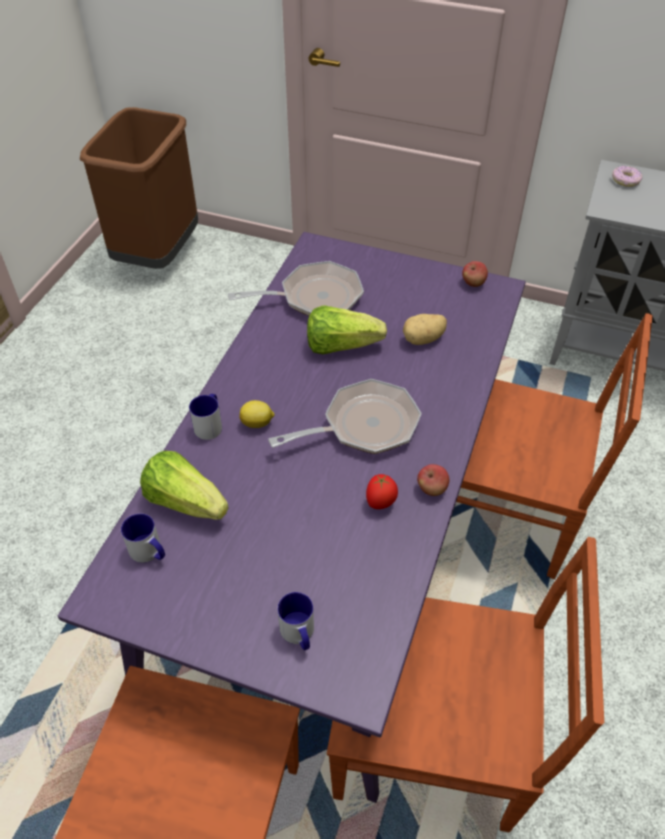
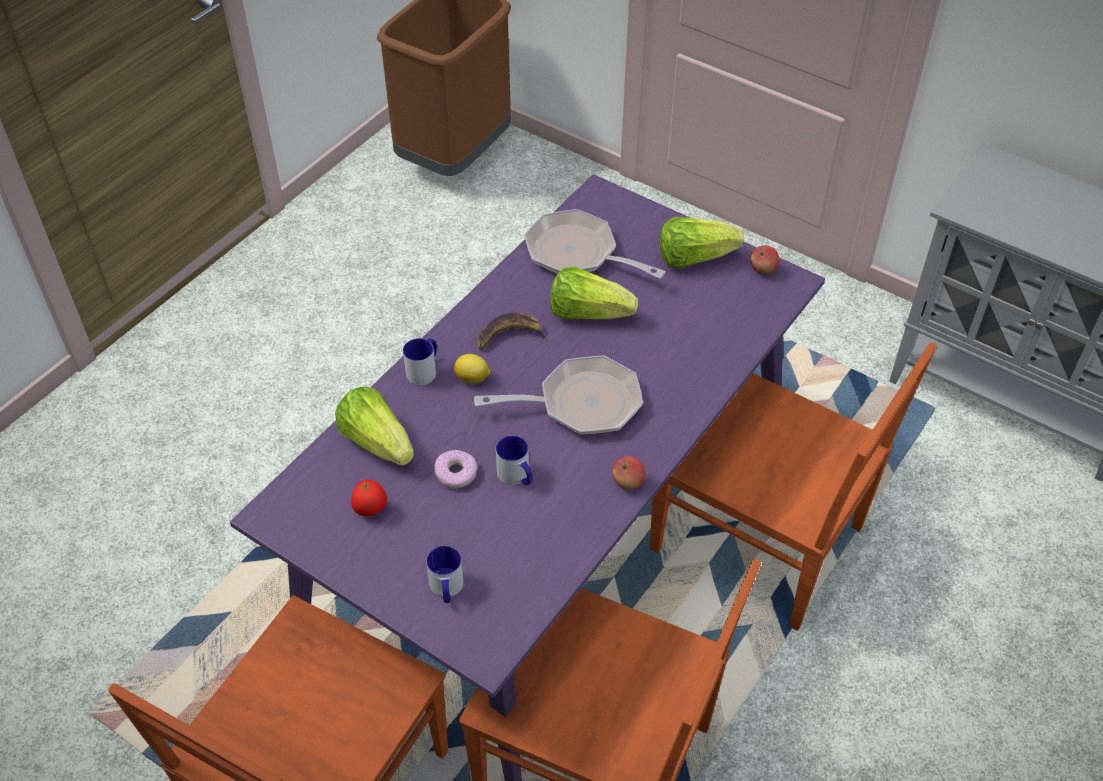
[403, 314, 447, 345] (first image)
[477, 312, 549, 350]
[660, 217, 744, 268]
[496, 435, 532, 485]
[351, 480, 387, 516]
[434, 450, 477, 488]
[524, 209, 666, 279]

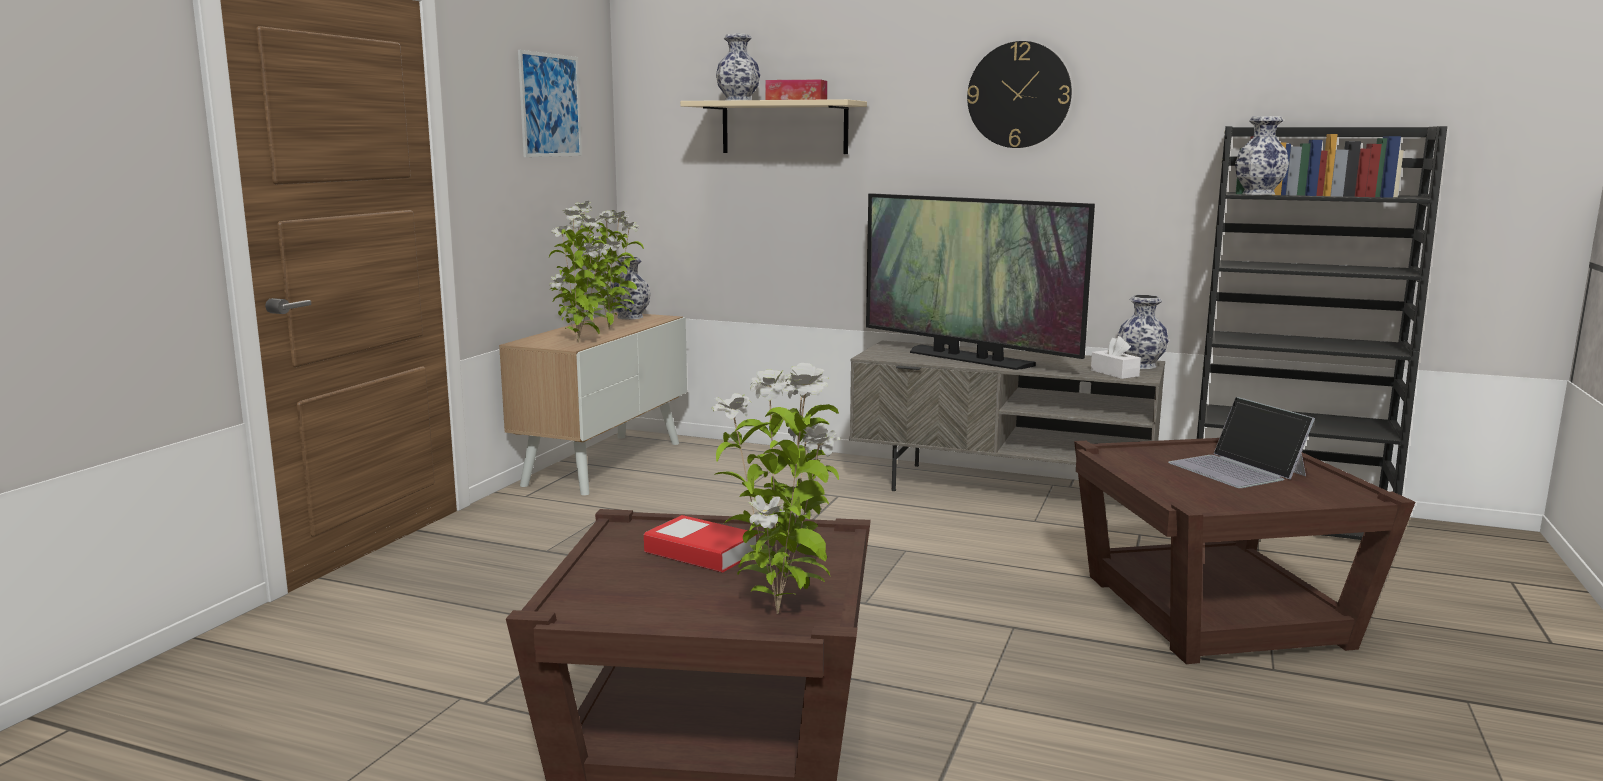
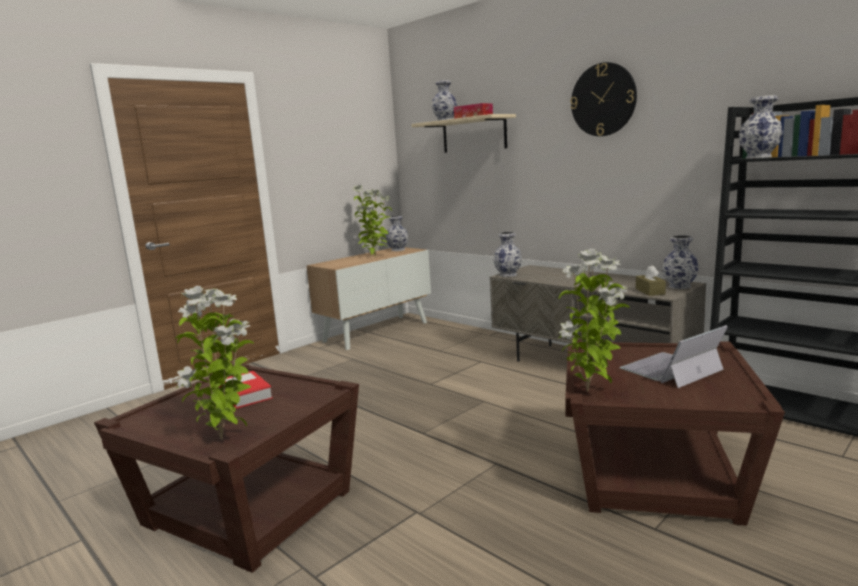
[518, 50, 582, 157] (first image)
[866, 193, 1095, 370] (first image)
[494, 232, 522, 277]
[558, 249, 630, 392]
[636, 265, 666, 296]
[620, 325, 728, 388]

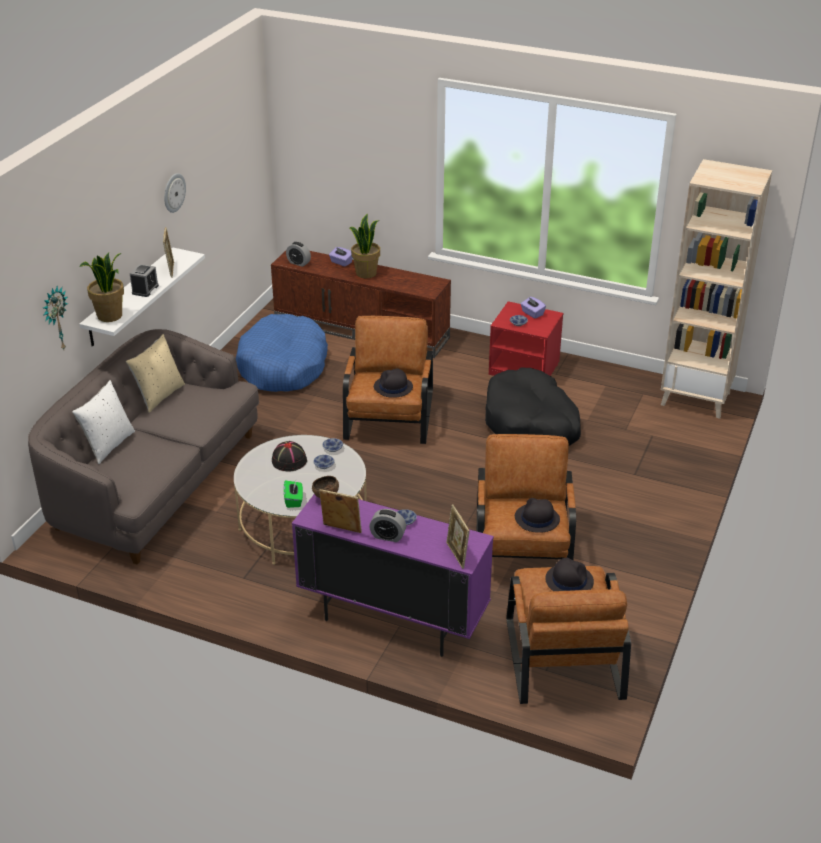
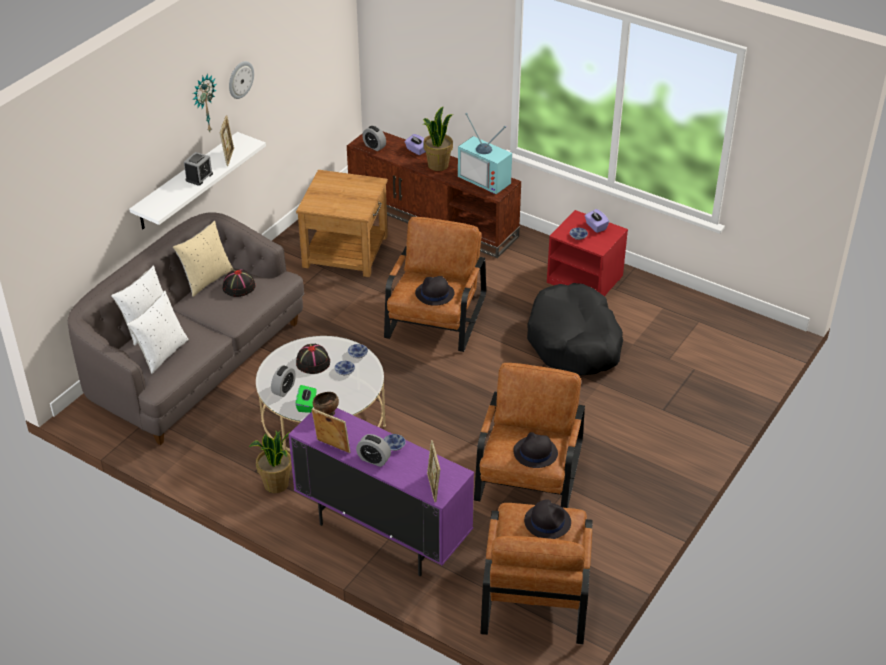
[661, 159, 772, 419] (first image)
[127, 291, 189, 374]
[223, 269, 256, 297]
[271, 365, 296, 397]
[458, 113, 512, 194]
[193, 74, 217, 132]
[249, 431, 292, 493]
[296, 170, 388, 277]

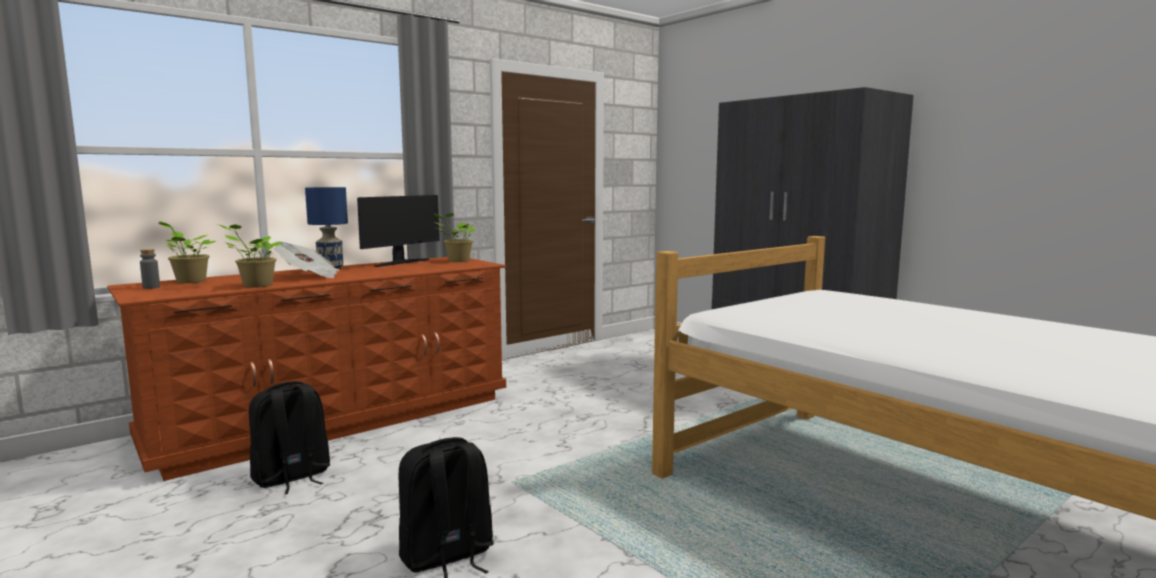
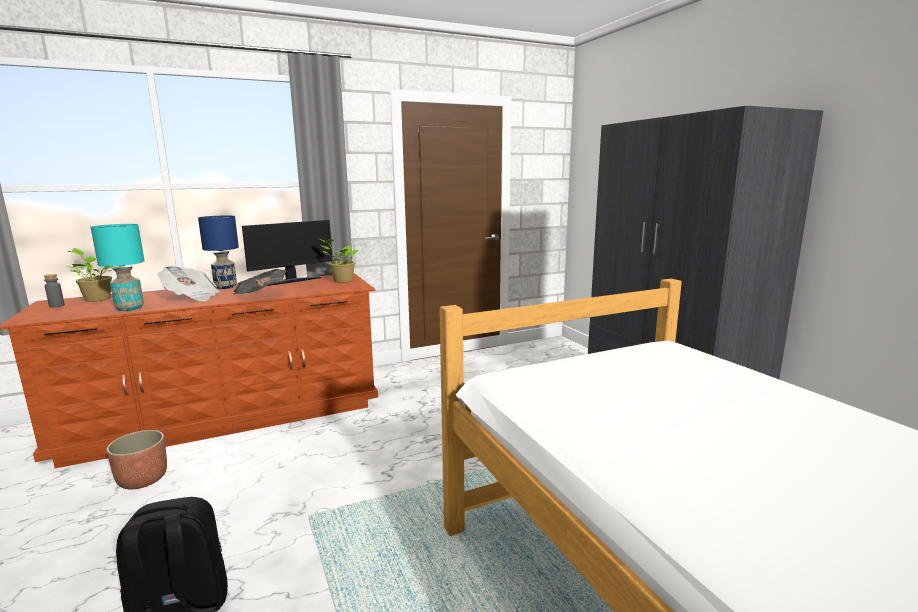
[233, 269, 286, 294]
[91, 224, 145, 311]
[106, 430, 167, 489]

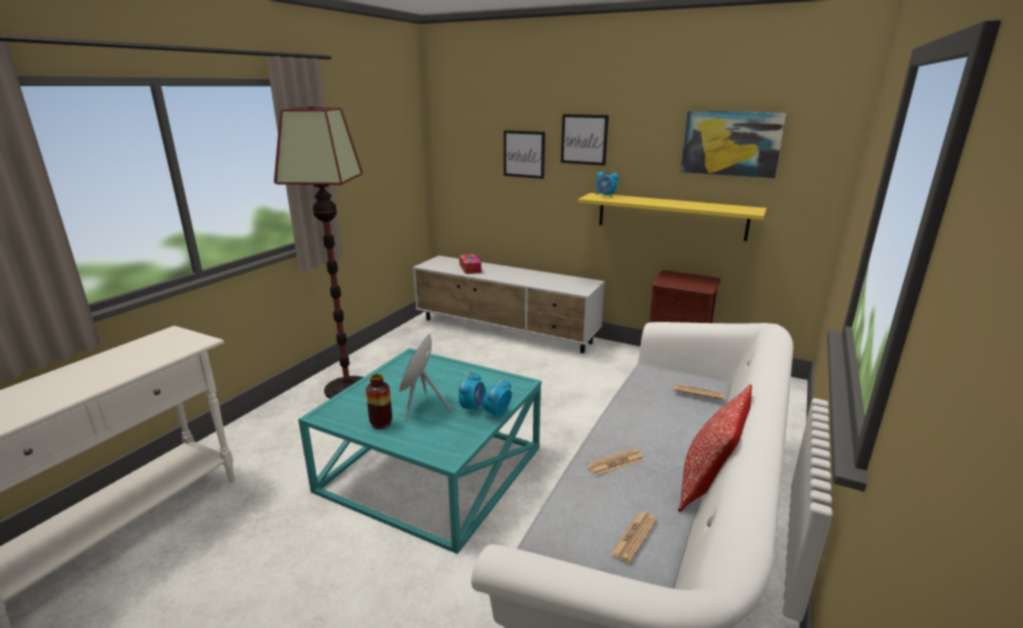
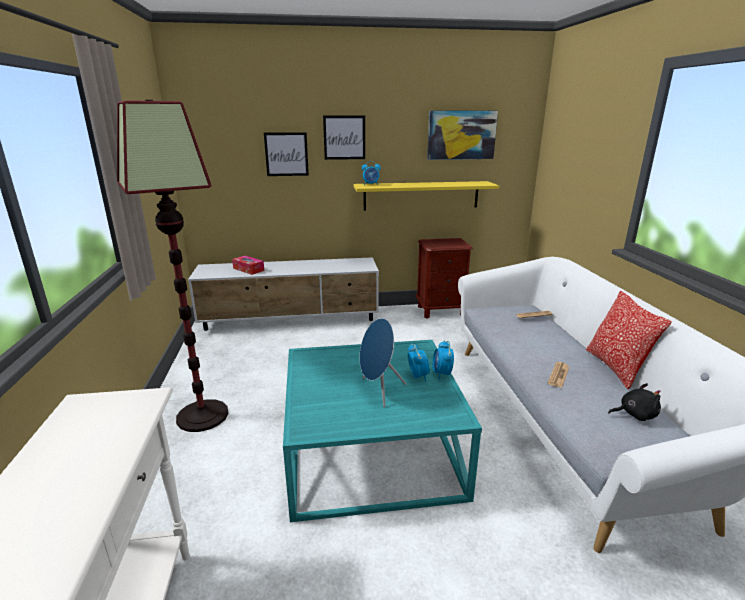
[366, 374, 392, 429] (first image)
[608, 383, 661, 421]

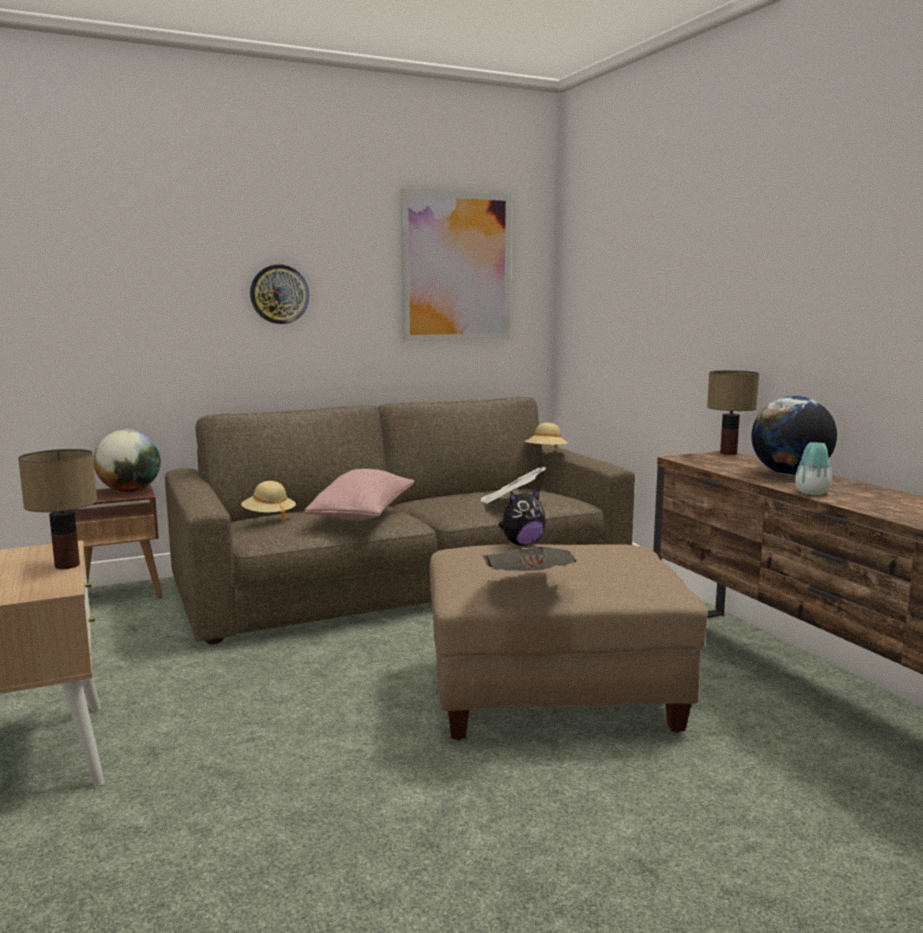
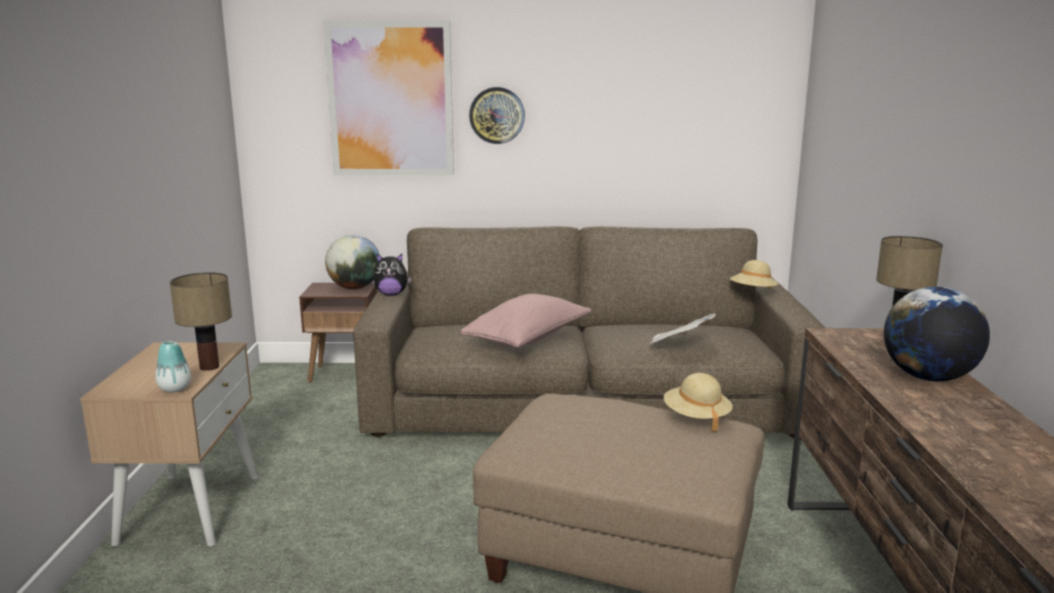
[482, 547, 577, 571] (first image)
[663, 373, 733, 432]
[323, 20, 454, 176]
[374, 254, 412, 295]
[156, 341, 191, 393]

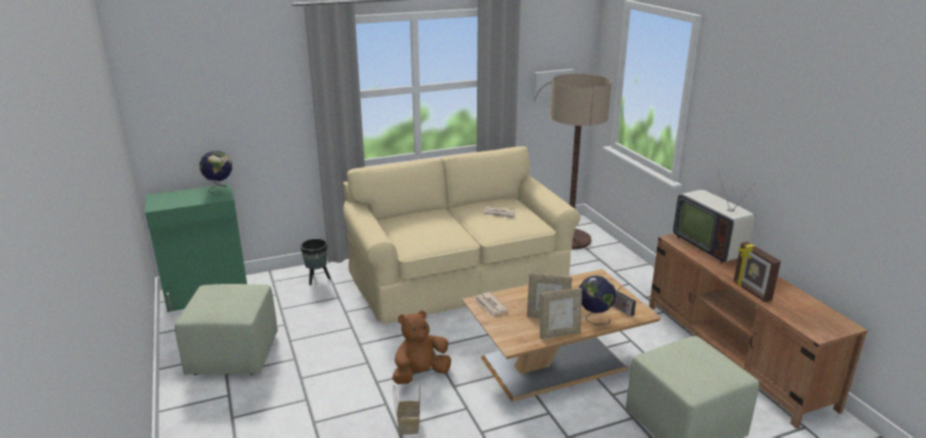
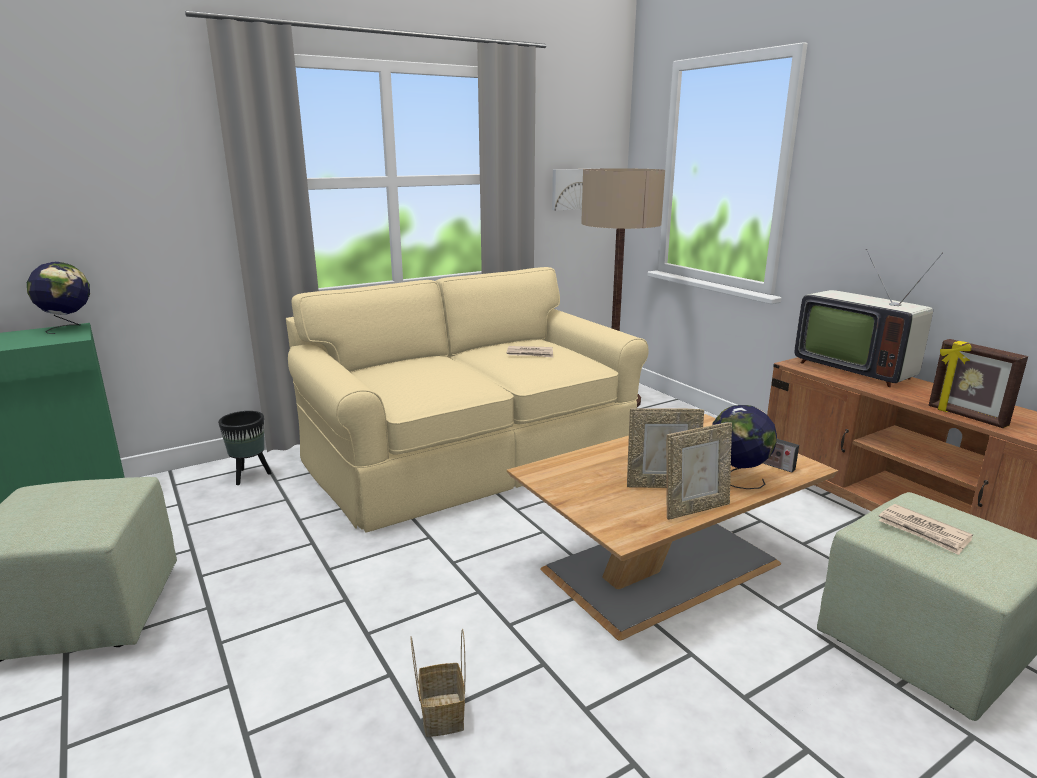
[392, 310, 451, 384] (first image)
[879, 504, 973, 555]

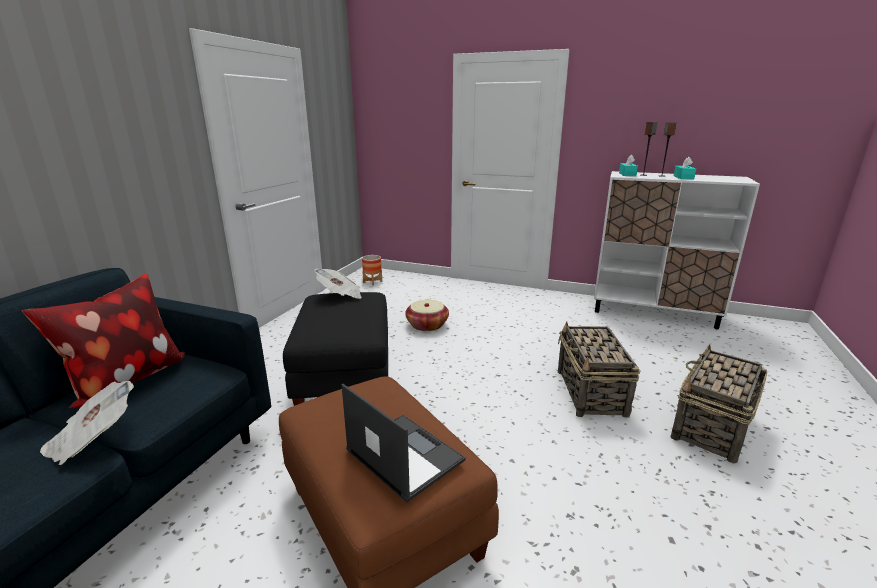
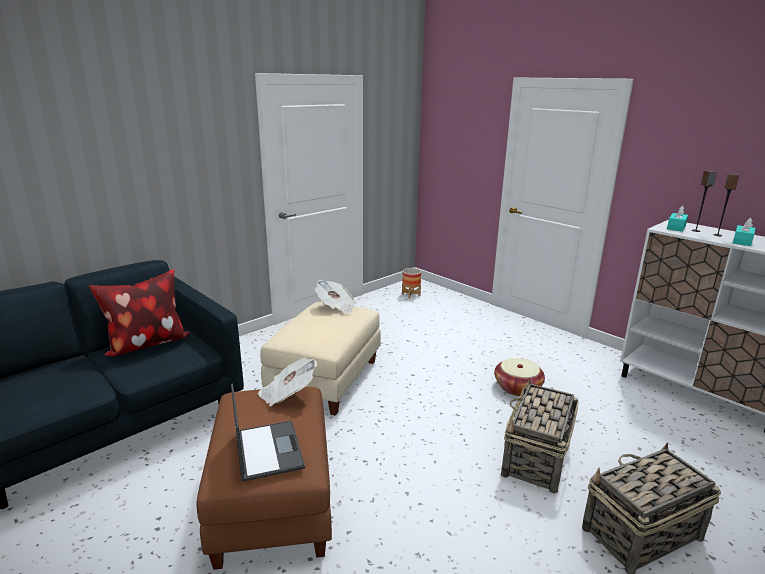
[258, 358, 318, 407]
[494, 358, 545, 396]
[260, 302, 381, 416]

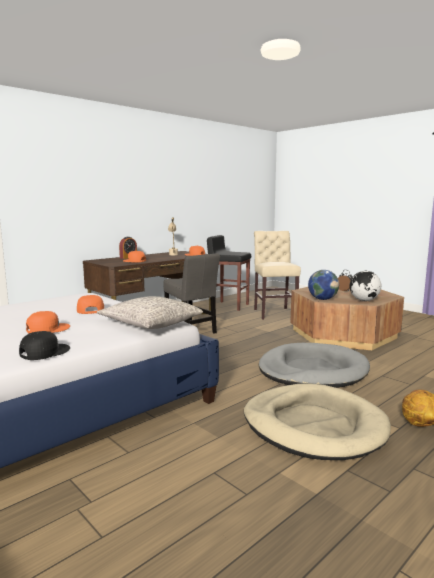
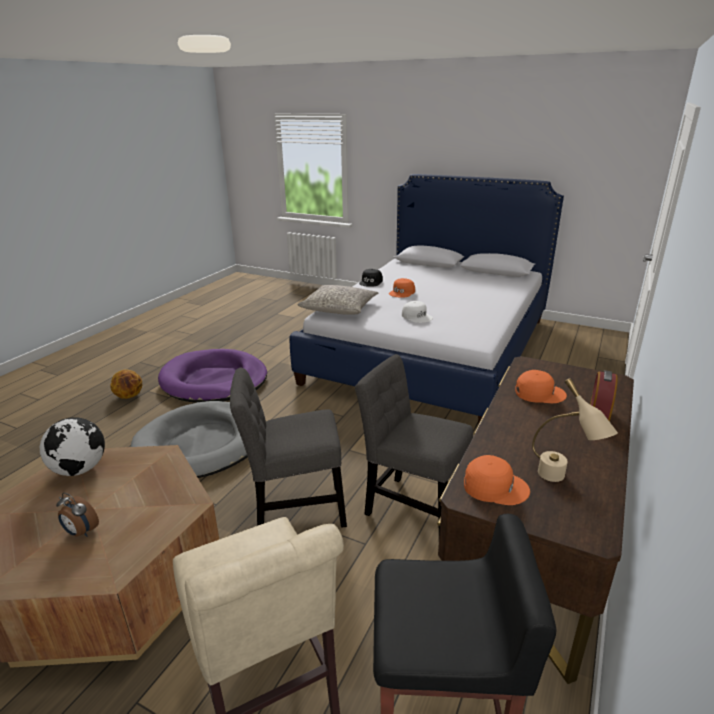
[308, 270, 339, 300] (first image)
[230, 368, 347, 528]
[402, 301, 433, 323]
[158, 349, 267, 403]

